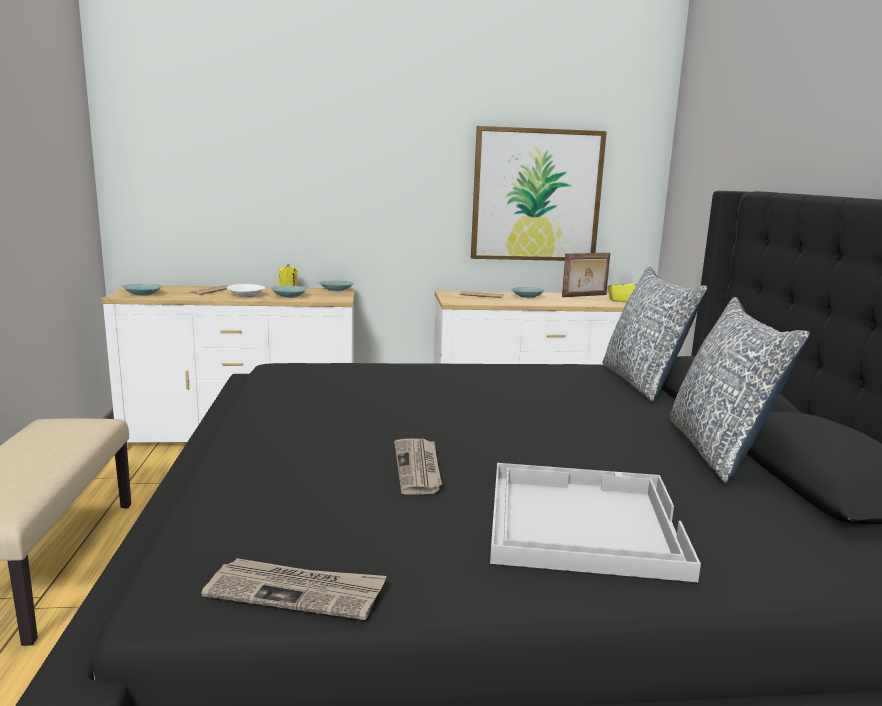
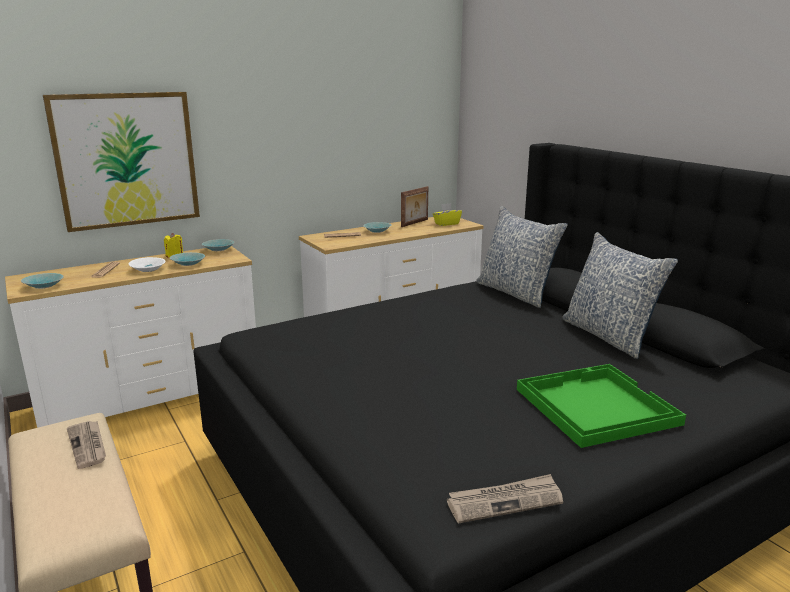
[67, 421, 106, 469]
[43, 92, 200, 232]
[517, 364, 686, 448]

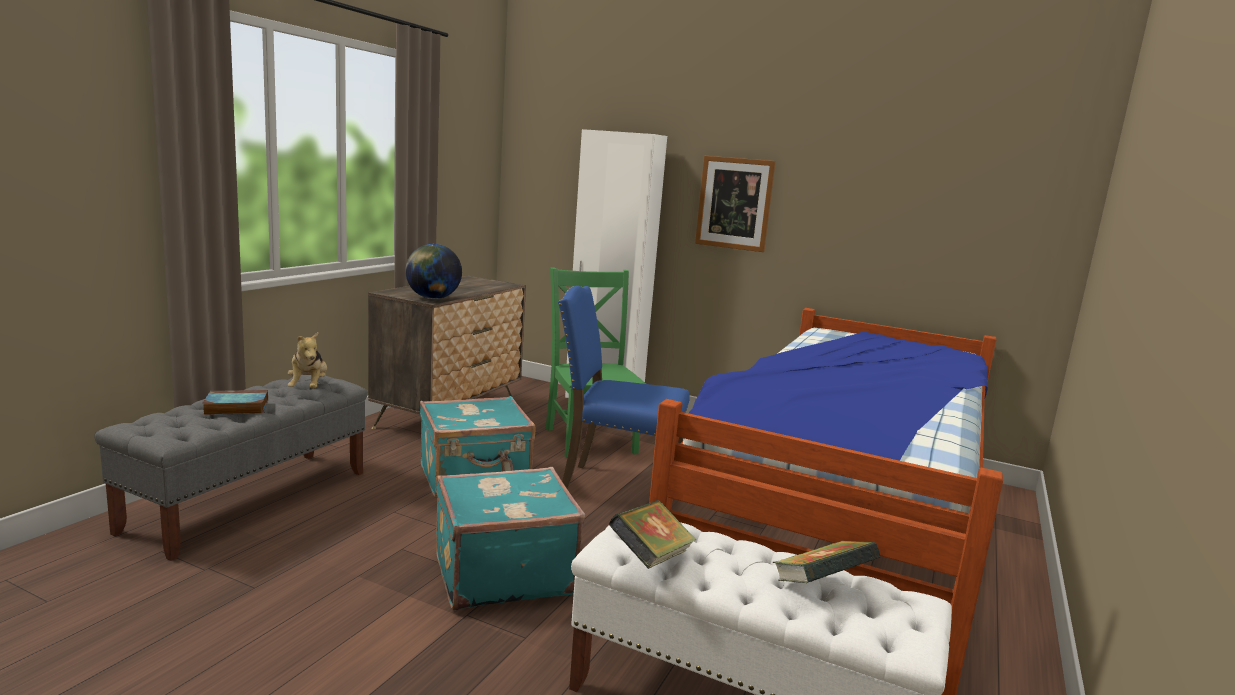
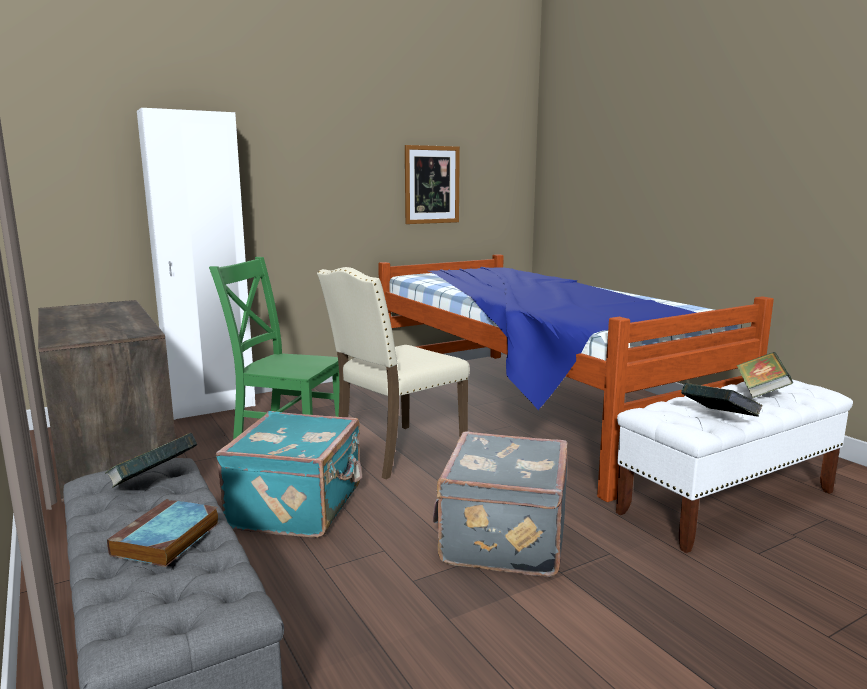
[405, 244, 462, 299] (first image)
[405, 145, 460, 224]
[105, 433, 197, 488]
[433, 431, 568, 577]
[317, 267, 470, 479]

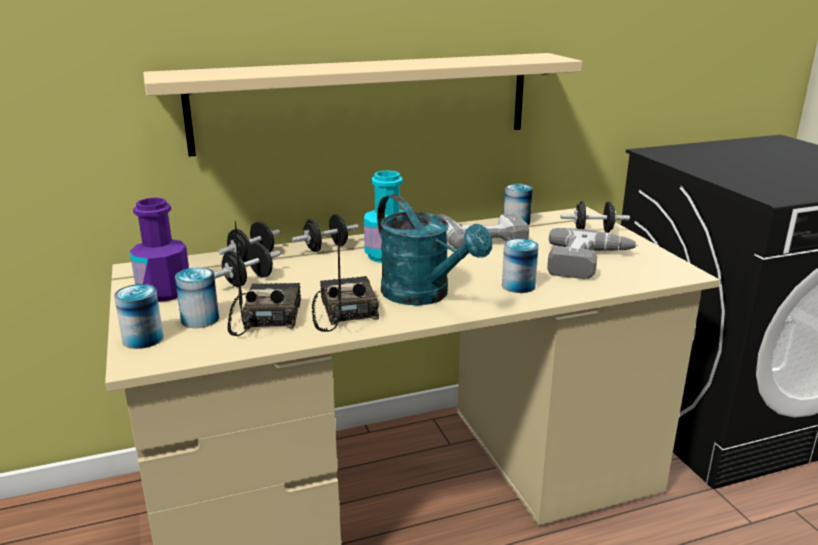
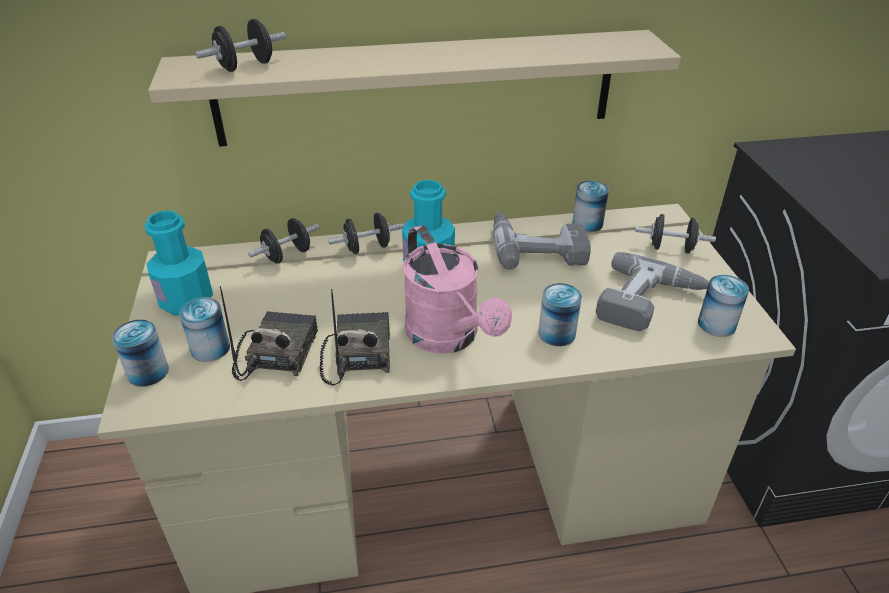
[698, 275, 749, 337]
[195, 19, 286, 72]
[145, 210, 213, 316]
[403, 225, 512, 354]

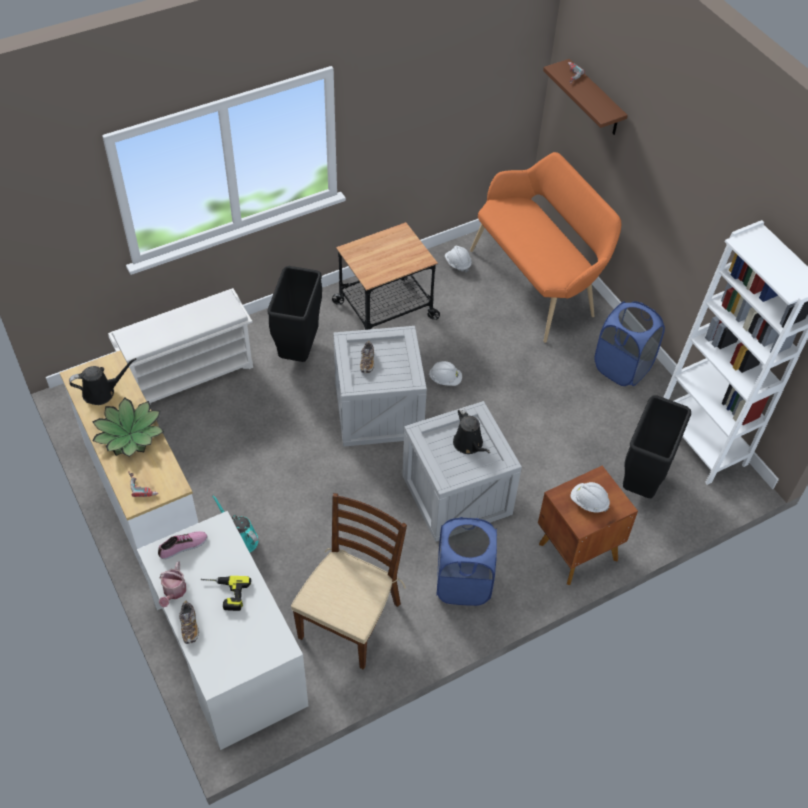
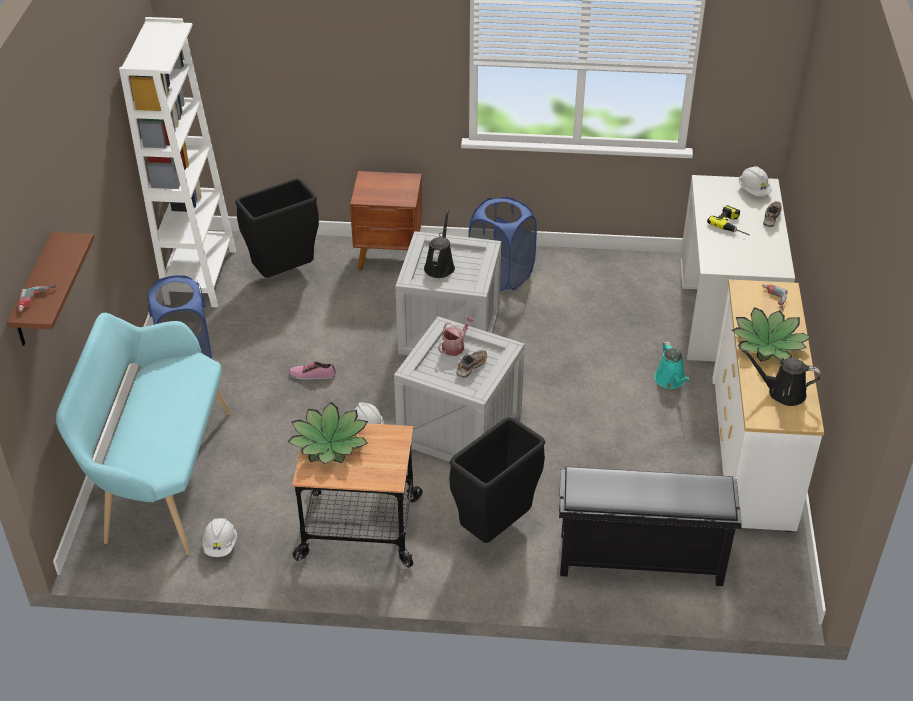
[291, 493, 407, 670] (first image)
[288, 402, 368, 464]
[289, 361, 336, 380]
[438, 316, 474, 356]
[739, 166, 772, 196]
[559, 467, 742, 586]
[56, 313, 231, 555]

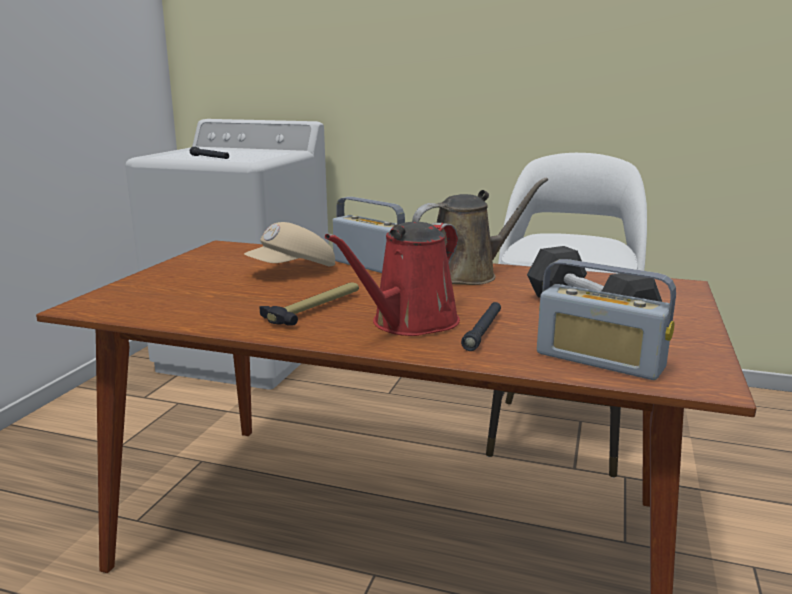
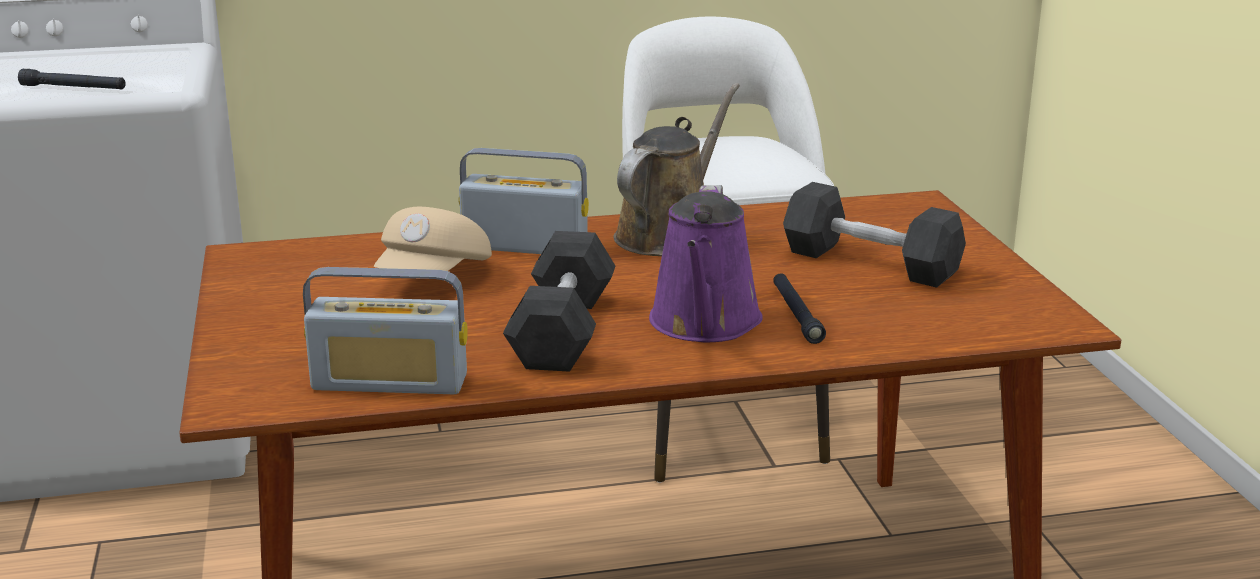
[303, 267, 468, 394]
[503, 231, 615, 372]
[649, 185, 763, 342]

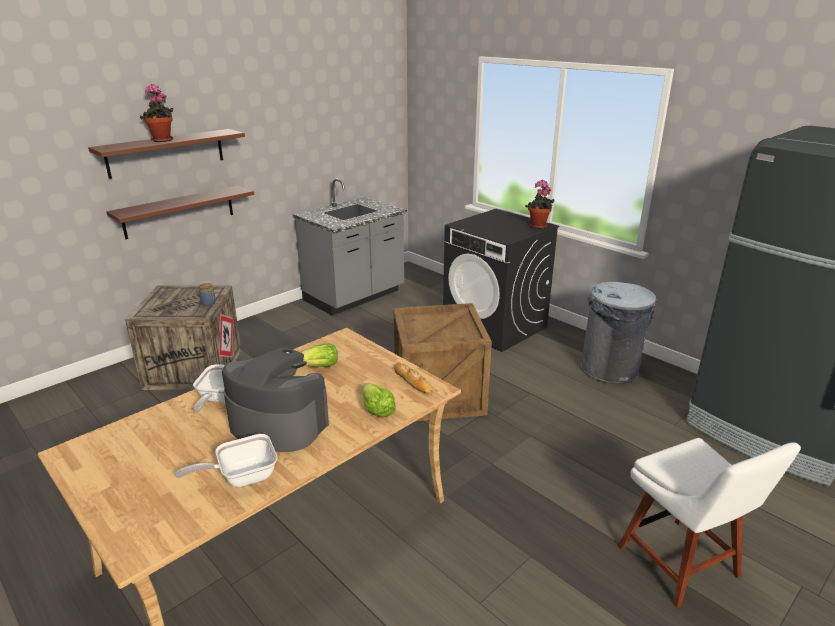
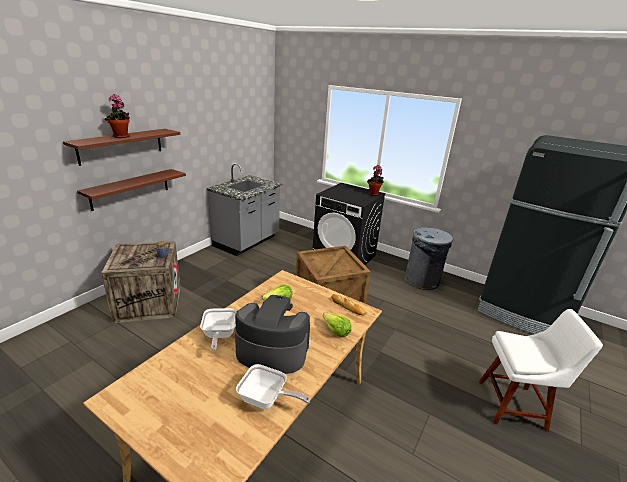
[236, 364, 310, 409]
[479, 309, 603, 432]

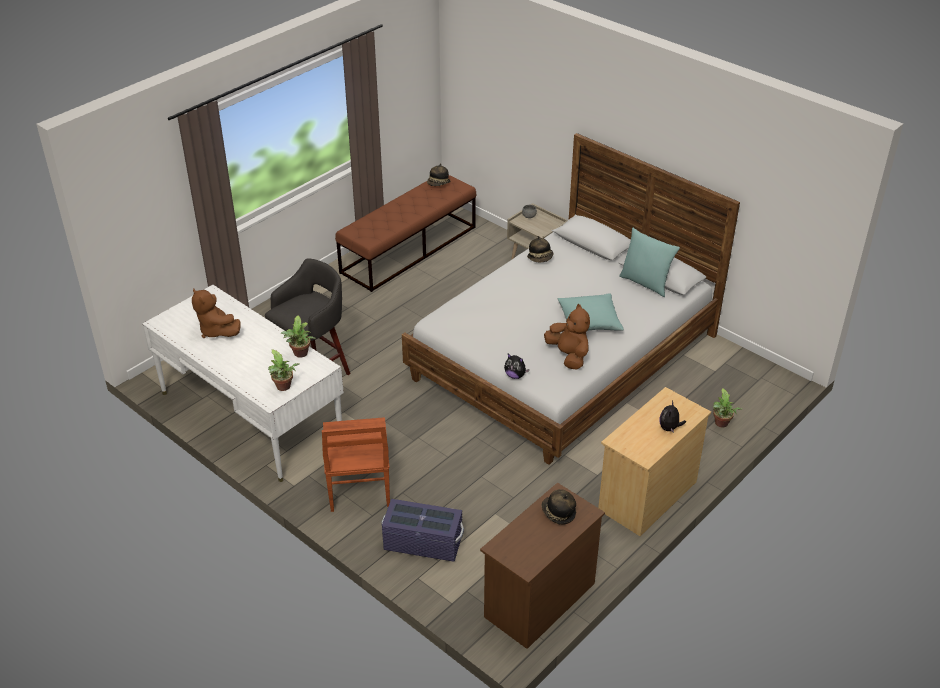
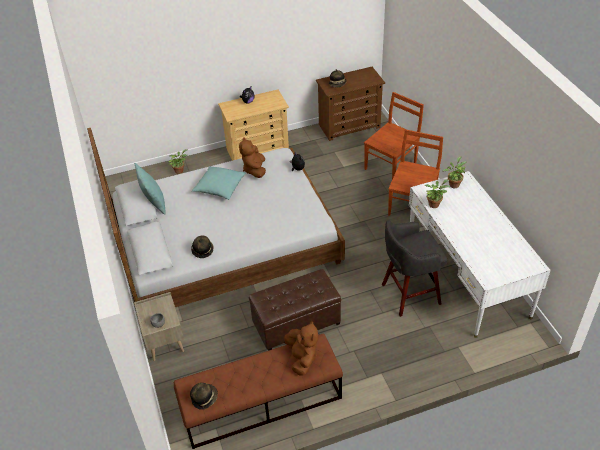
[249, 269, 341, 351]
[284, 320, 318, 376]
[364, 92, 424, 179]

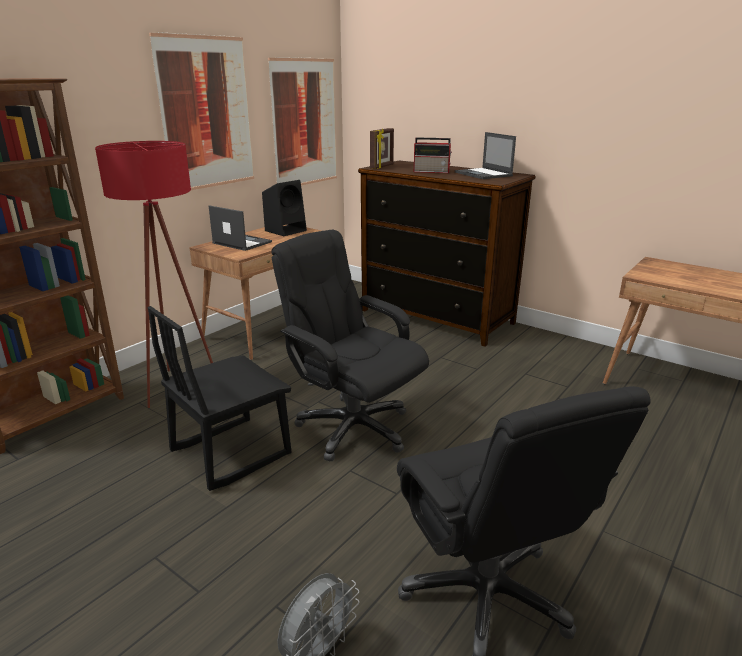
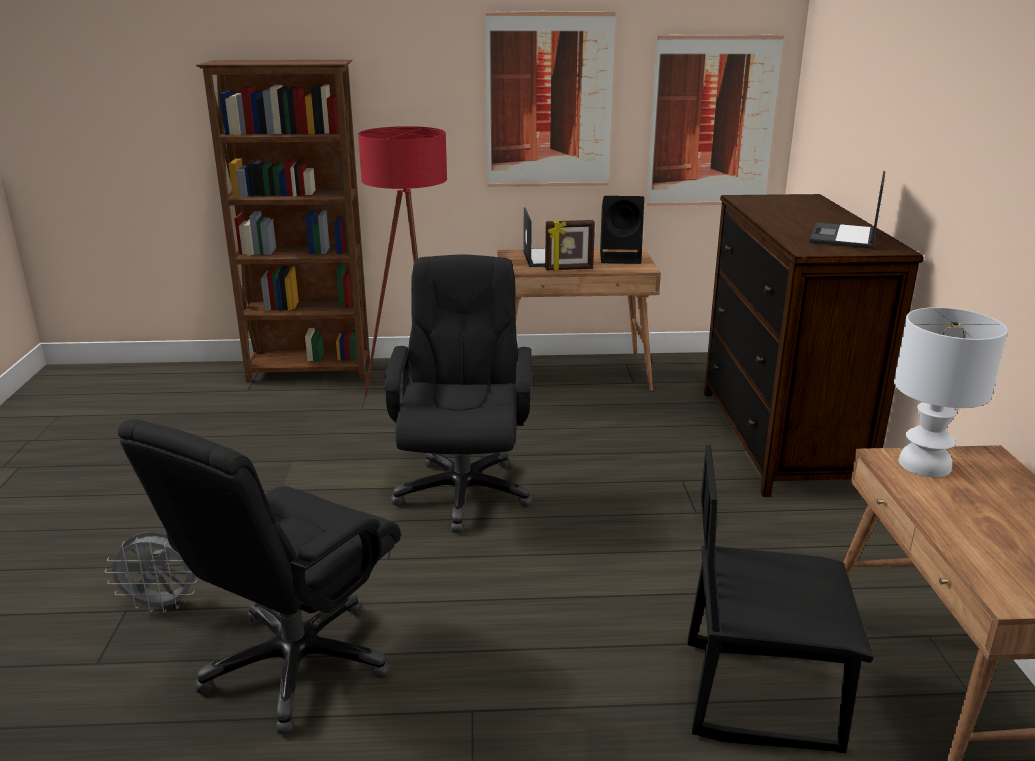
[414, 137, 452, 173] (first image)
[894, 307, 1008, 477]
[687, 445, 874, 753]
[545, 220, 595, 271]

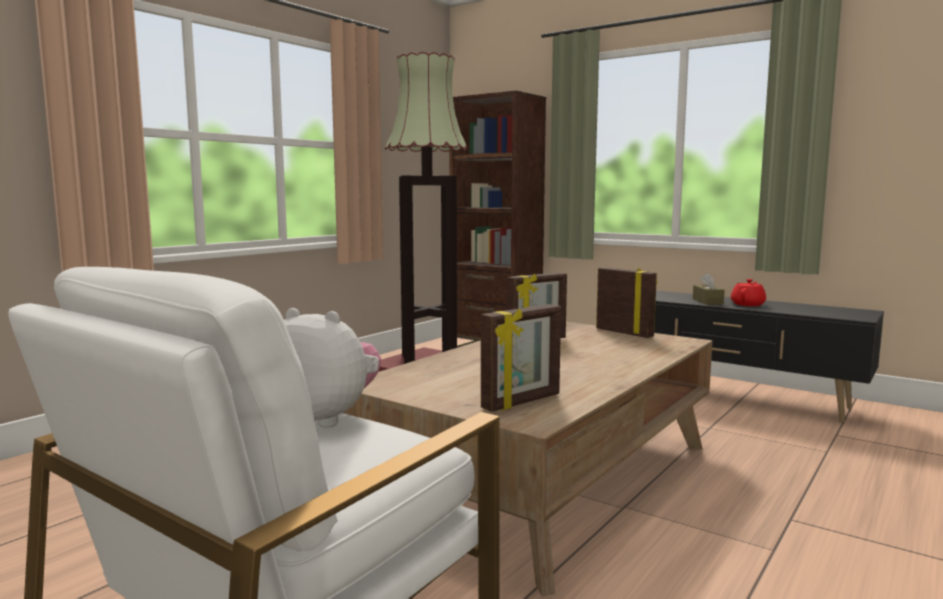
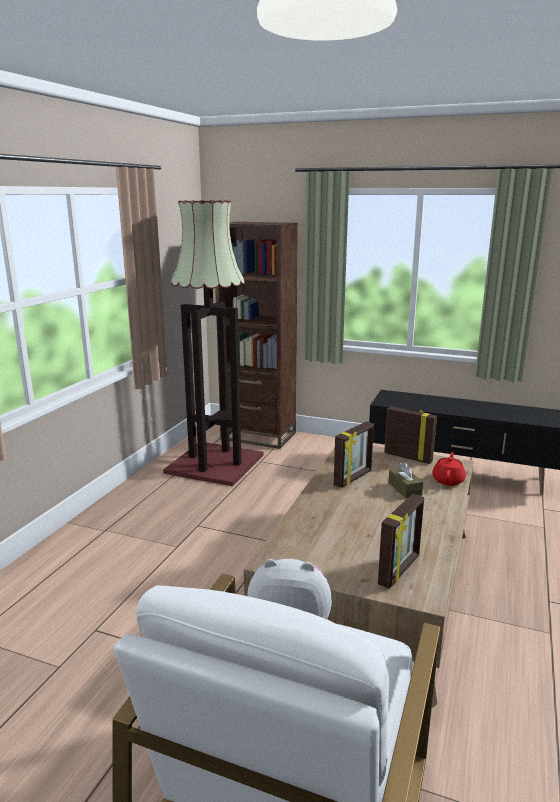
[388, 462, 423, 498]
[432, 452, 466, 486]

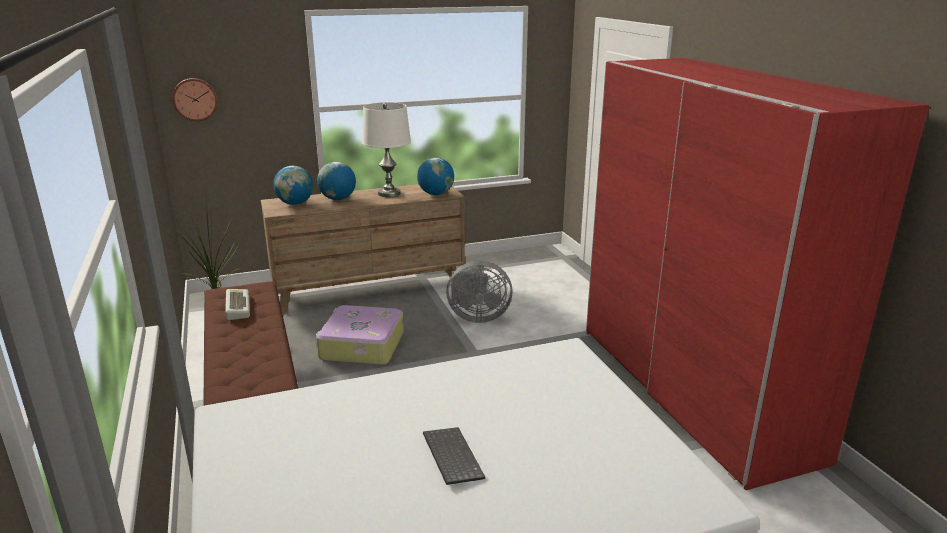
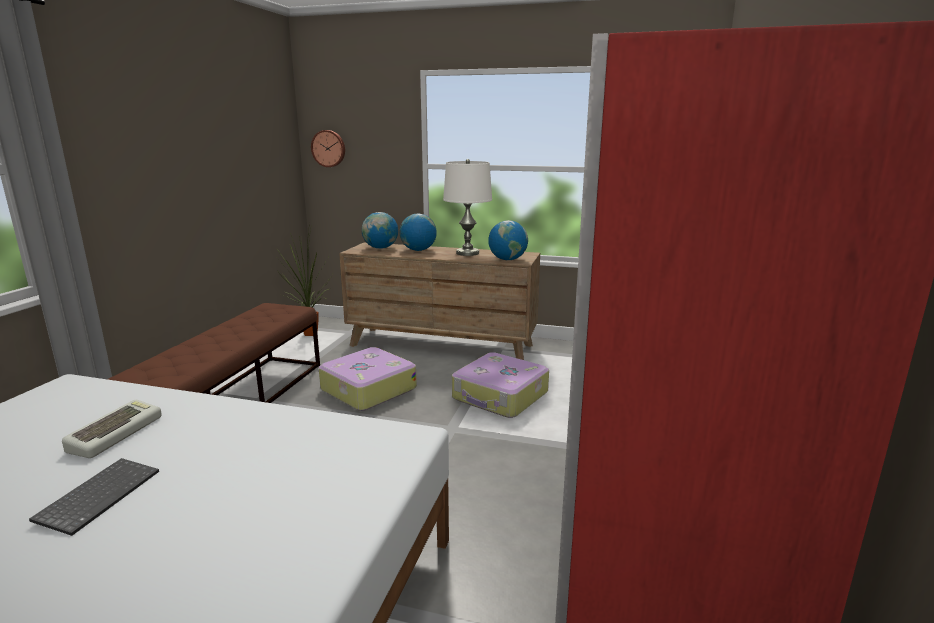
[62, 400, 162, 458]
[452, 352, 549, 418]

